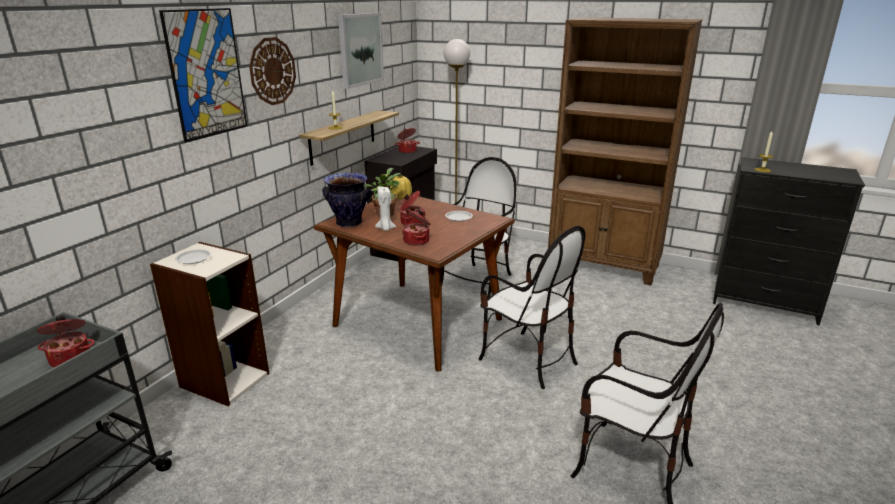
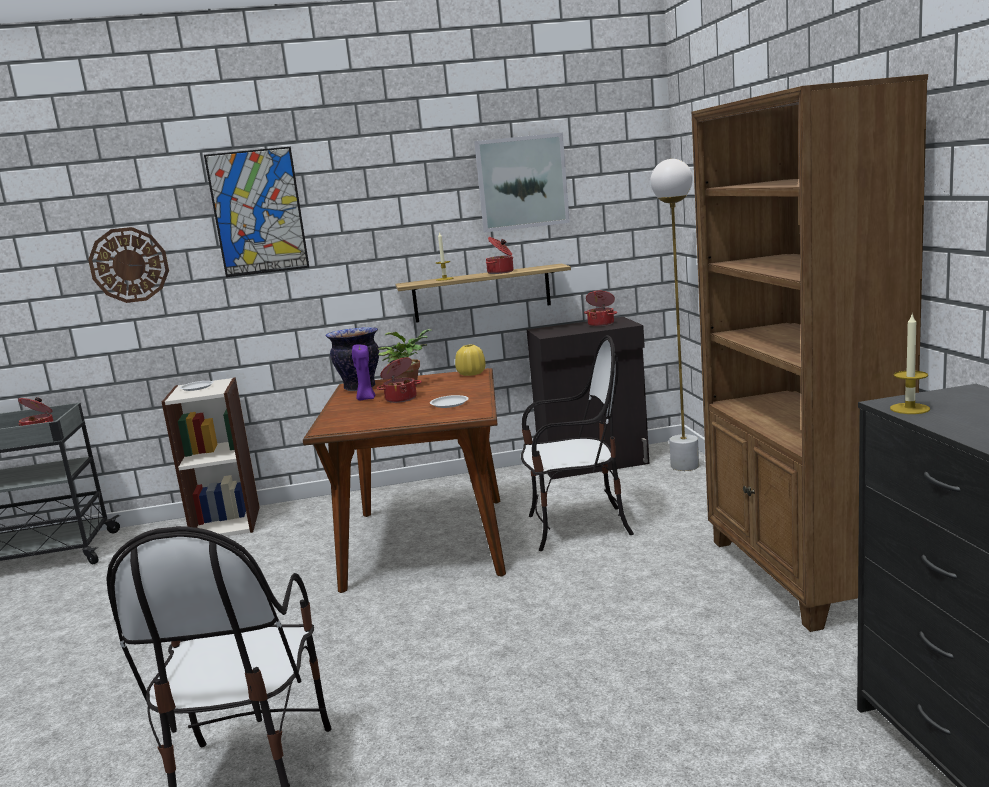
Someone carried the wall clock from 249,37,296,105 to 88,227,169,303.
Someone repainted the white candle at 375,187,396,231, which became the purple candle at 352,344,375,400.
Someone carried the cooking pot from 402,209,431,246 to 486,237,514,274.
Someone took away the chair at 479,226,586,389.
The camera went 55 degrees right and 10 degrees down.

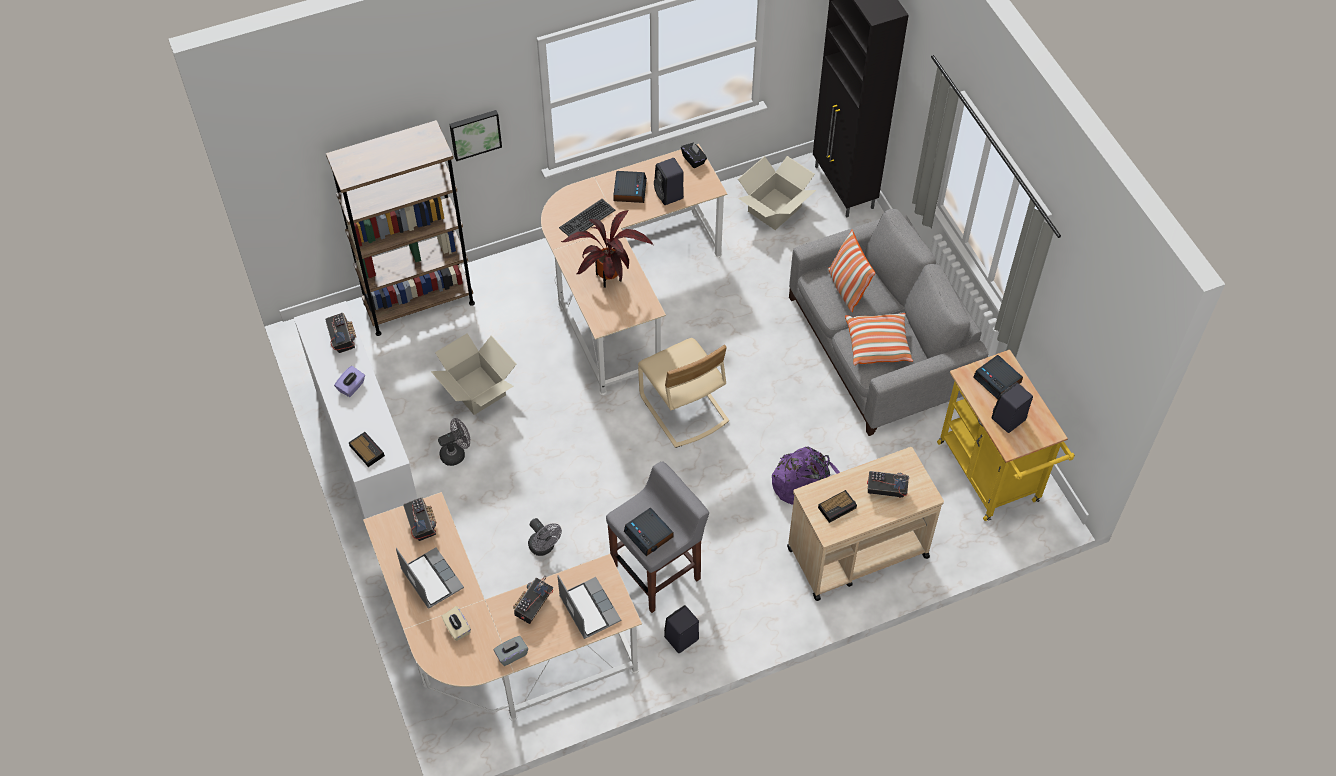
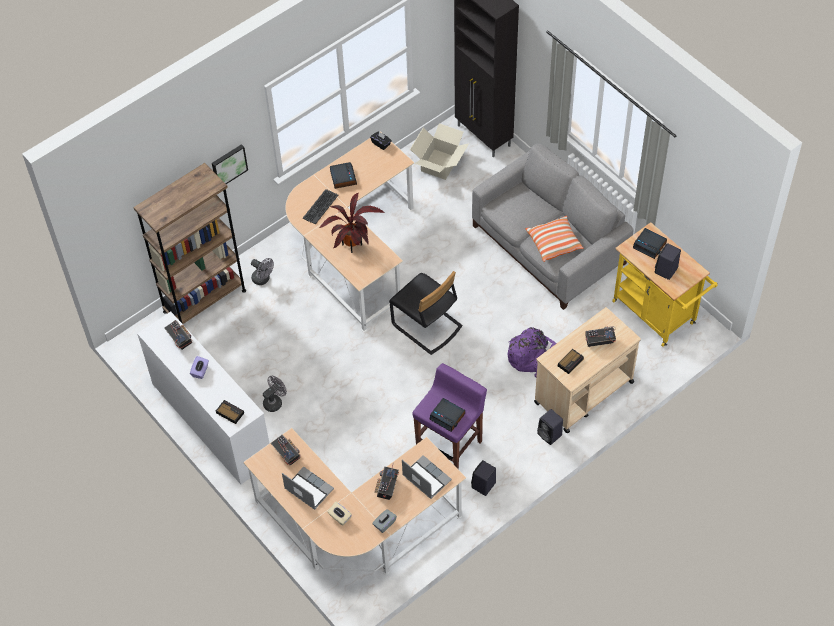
Someone carried the grey fan from 528,518,562,556 to 251,258,274,285.
Someone repainted the beige chair at 638,338,729,448, which became the black chair at 389,271,462,355.
Someone repainted the grey stool at 606,461,709,613, which became the purple stool at 412,363,487,470.
Someone carried the black speaker from 654,158,684,205 to 537,409,563,445.
Someone took away the cardboard box at 431,333,517,415.
Someone took away the pillow at 828,230,875,312.
The camera went 15 degrees left and 0 degrees up.

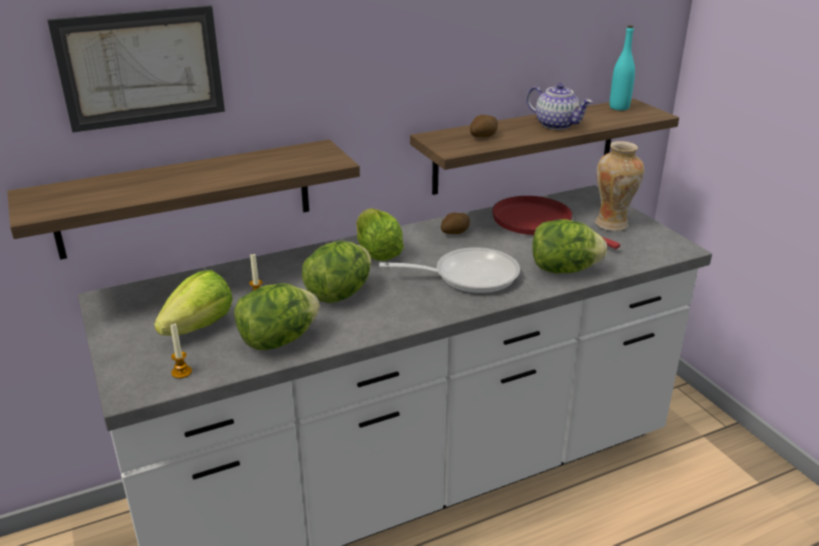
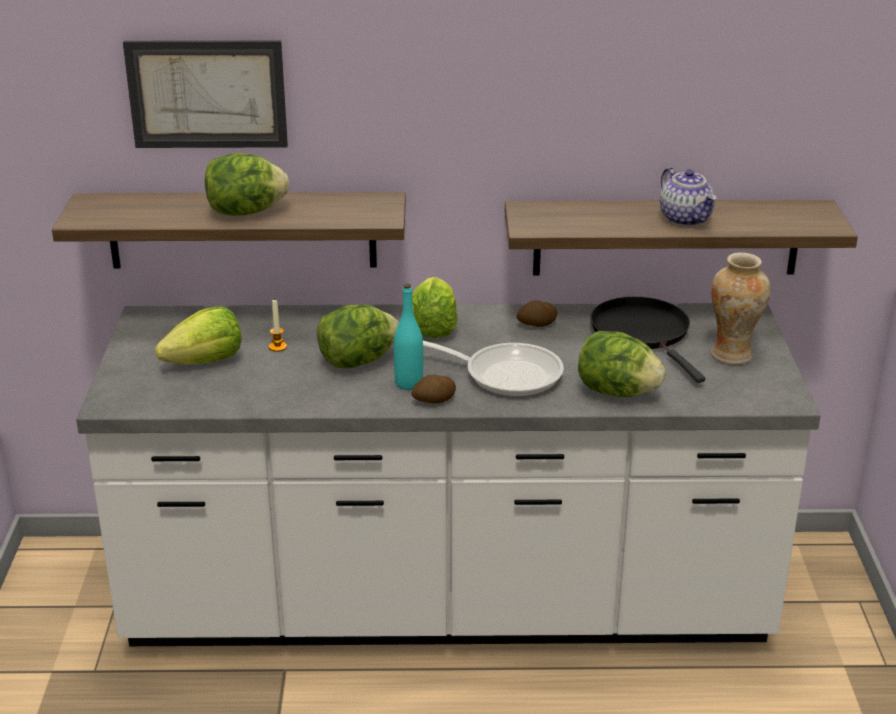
Someone carried the lettuce from 234,284,320,350 to 205,153,289,216.
Someone carried the turquoise bottle from 610,25,635,110 to 394,284,423,390.
Someone carried the potato from 470,115,498,137 to 411,374,456,404.
Someone repainted the red frying pan at 492,196,620,249, which became the black frying pan at 590,297,705,383.
Someone took away the candle at 170,323,192,378.
The camera went 25 degrees right and 0 degrees up.

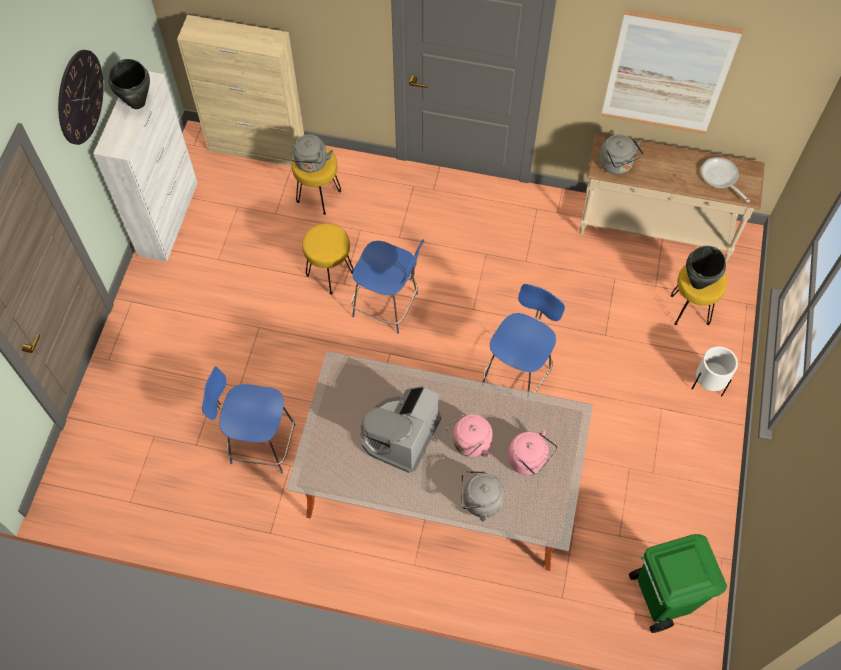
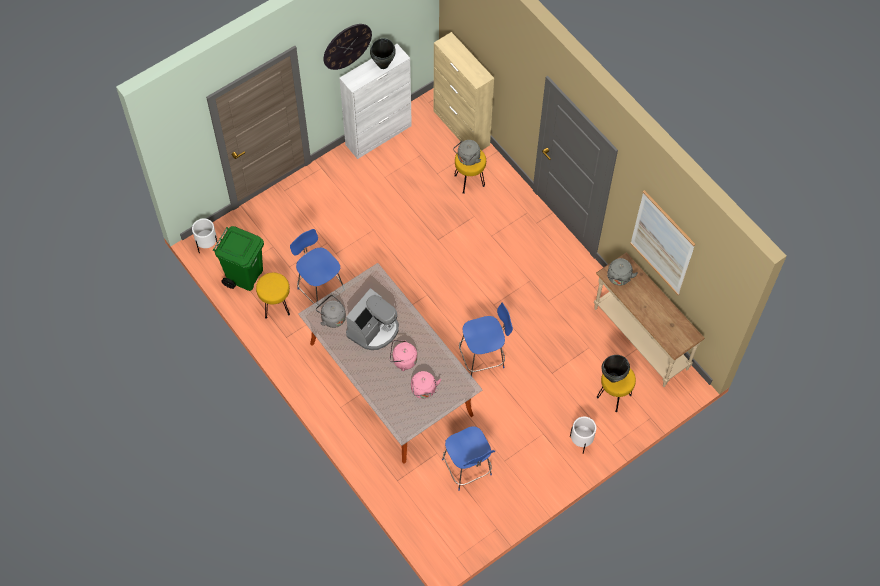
Someone put down the white planter at 192,218,218,253.
Someone carried the green trash can from 629,534,727,633 to 213,226,264,291.
Someone carried the yellow stool from 302,223,354,295 to 256,273,290,319.
Someone carried the grey kettle from 461,471,504,522 to 316,295,346,328.
Someone rotated the coffee machine at 360,386,441,473 by 150 degrees clockwise.
Someone carried the blue chair from 351,239,424,334 to 442,426,495,491.
Someone took away the frying pan at 701,157,750,202.
The camera went 40 degrees right and 0 degrees up.

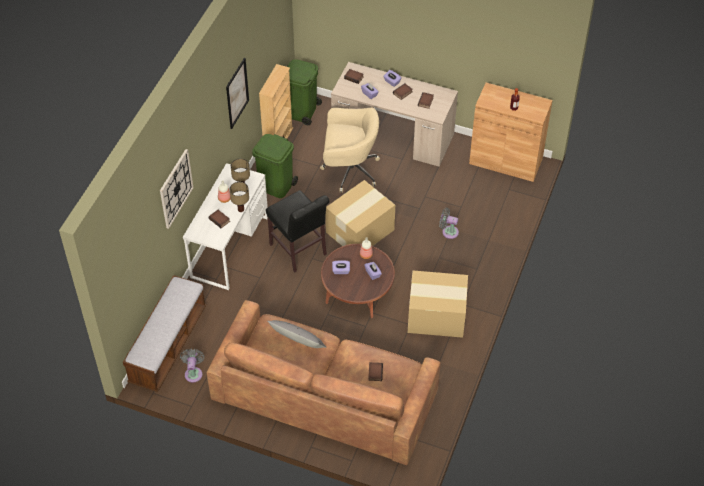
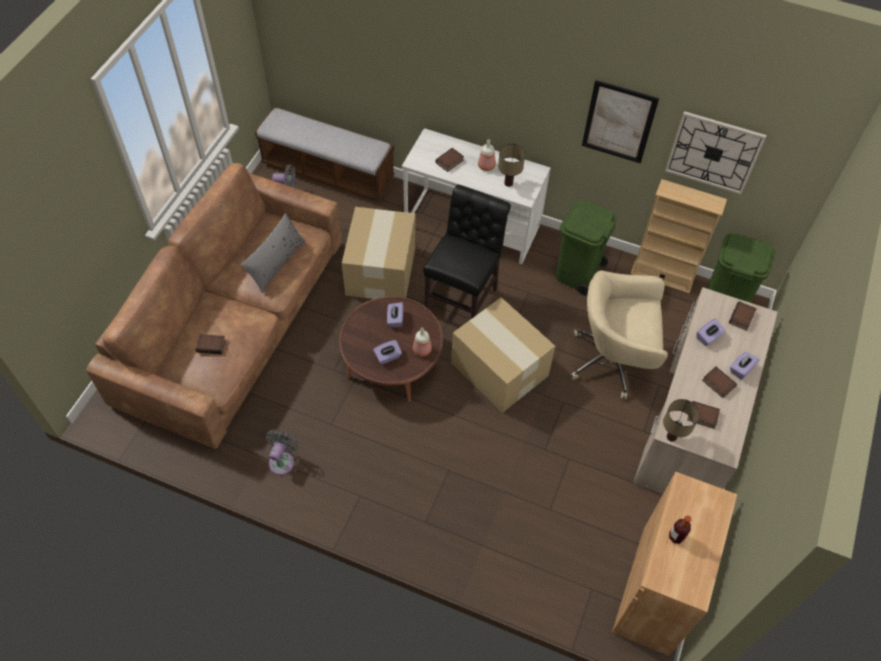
Someone carried the grey fan from 439,208,459,239 to 266,429,299,475.
Someone carried the cardboard box from 408,270,468,338 to 342,207,416,299.
Someone rotated the black chair at 266,190,329,272 by 150 degrees clockwise.
Someone rotated the beige office chair at 320,108,380,193 by 90 degrees clockwise.
Someone carried the table lamp from 230,182,249,212 to 663,399,700,442.
Someone carried the wall clock from 160,149,194,229 to 665,111,767,194.
The camera went 90 degrees right and 5 degrees up.

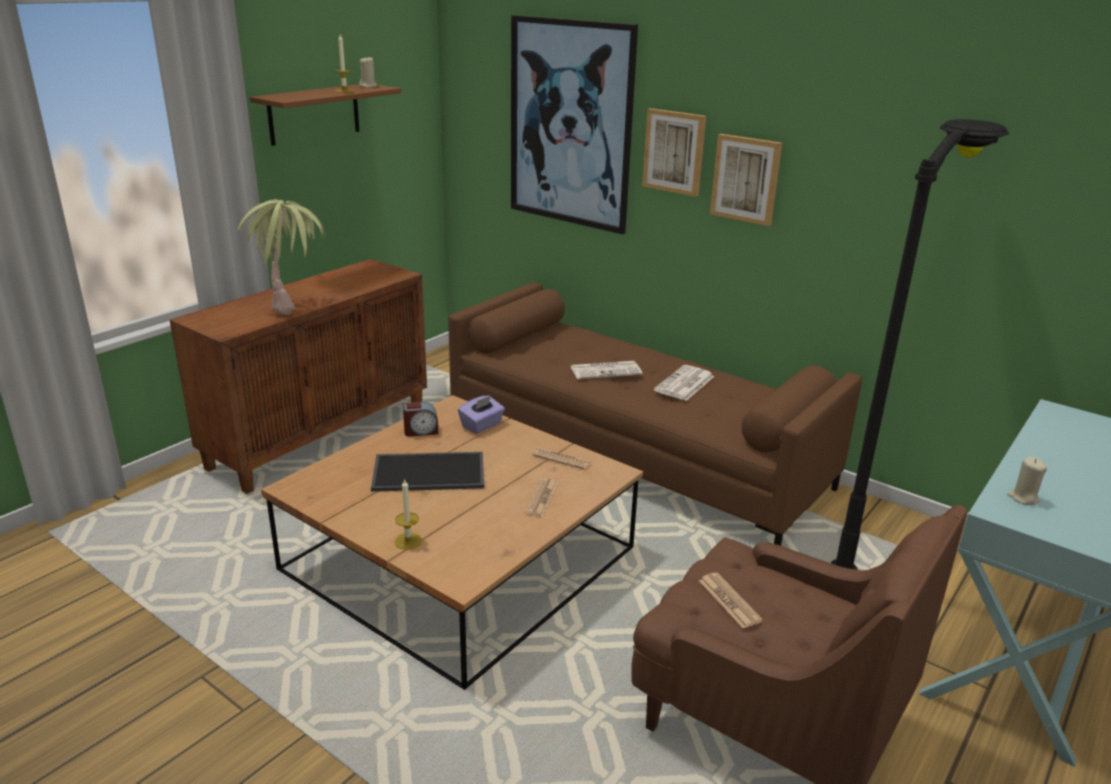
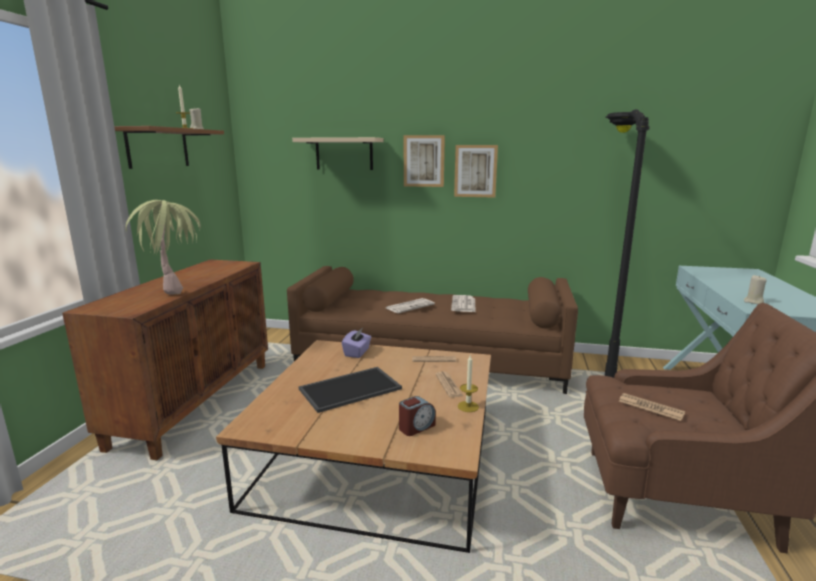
Someone swapped the picture at 511,15,638,234 for the beige shelf at 292,137,384,170.
Someone carried the alarm clock from 403,402,438,436 to 399,396,436,436.
Someone carried the candle from 395,480,422,550 to 458,355,479,412.
The camera went 25 degrees left and 10 degrees down.

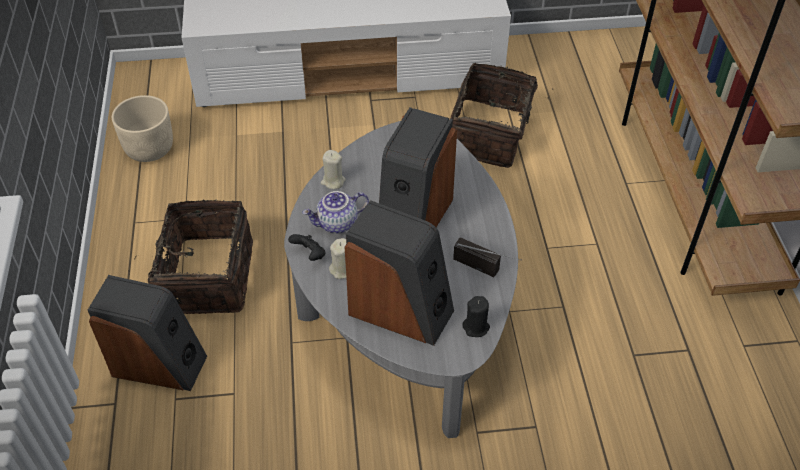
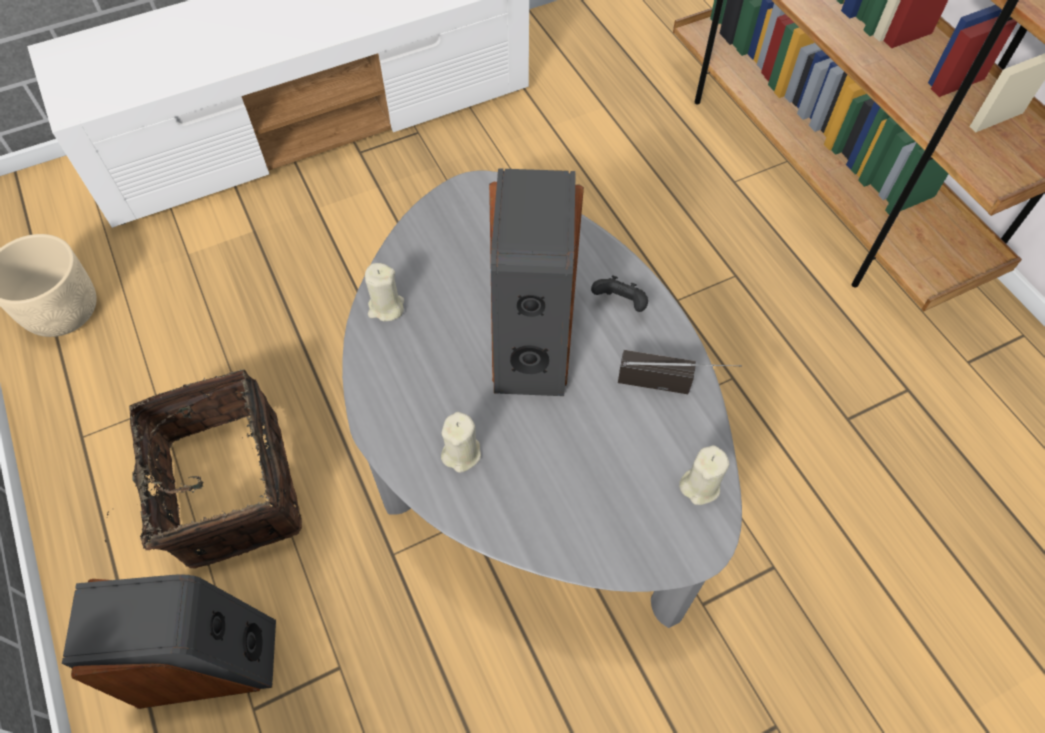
Someone carried the black game controller from 288,234,326,261 to 591,275,648,312.
Someone repainted the black candle at 462,296,490,337, which became the beige candle at 679,445,729,505.
Someone took away the teapot at 302,191,369,233.
Someone took away the speaker at 345,200,454,346.
Someone took away the basket at 451,62,553,168.
The camera went 20 degrees left and 10 degrees up.

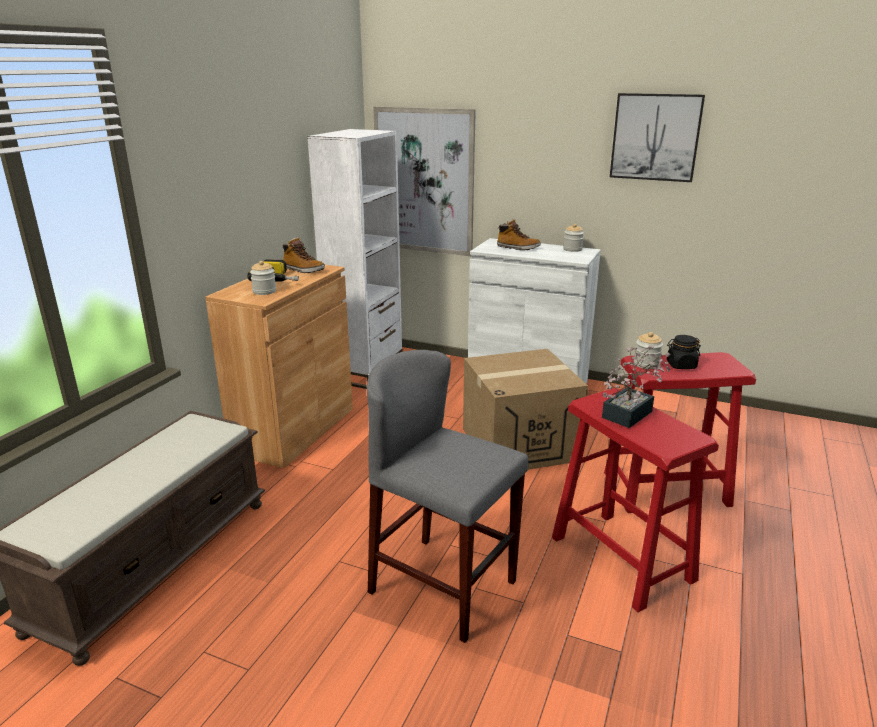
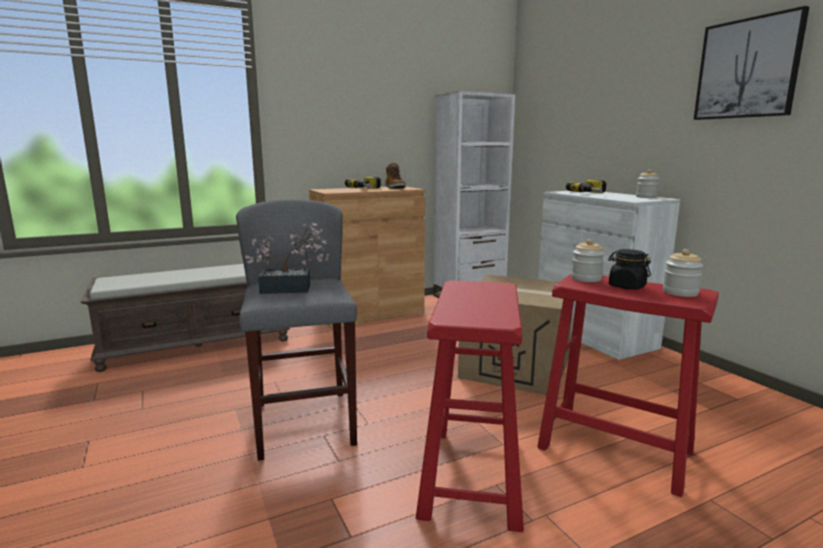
Someone carried the potted plant from 602,345,670,428 to 245,223,329,294.
Someone swapped the boot at 497,219,541,250 for the power drill at 566,180,606,193.
Someone carried the jar from 250,261,276,295 to 663,249,703,297.
Someone took away the picture at 373,107,476,256.
The camera went 40 degrees right and 10 degrees down.

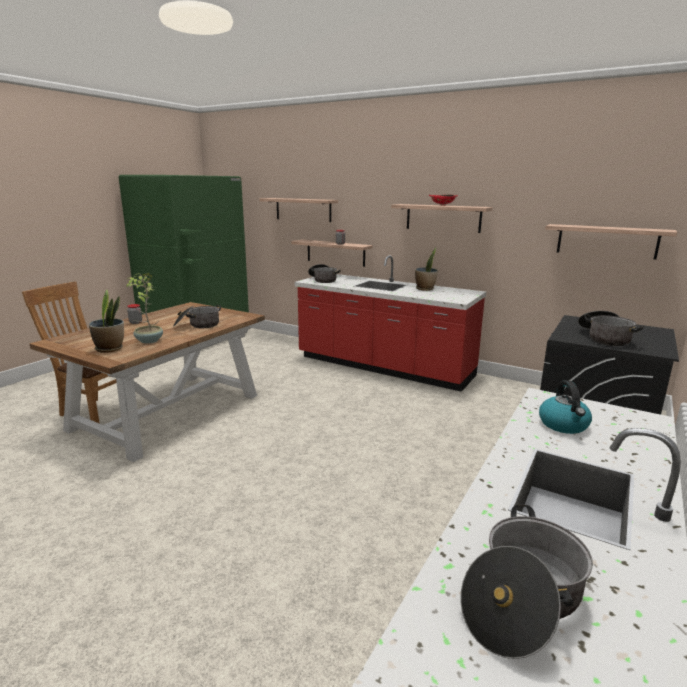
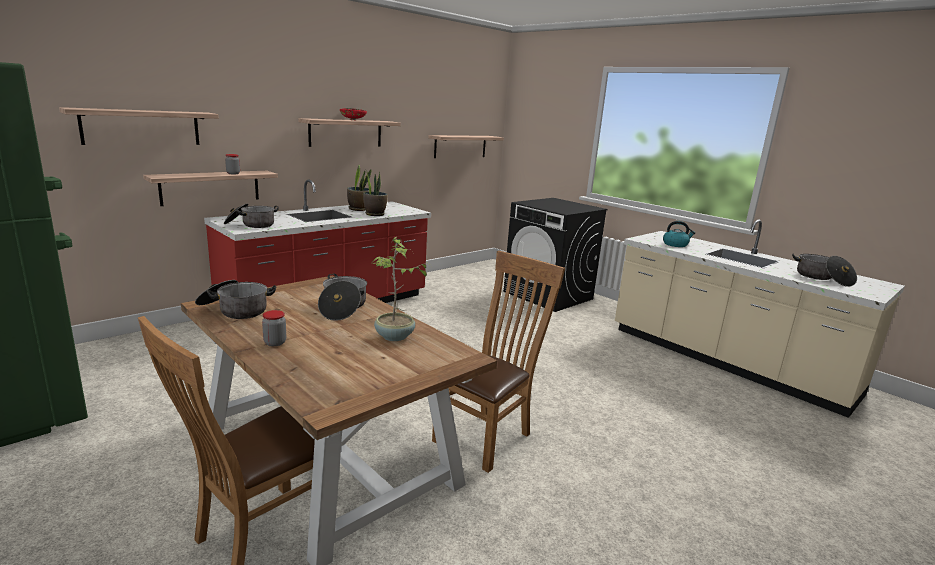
Someone carried the cooking pot from 578,311,644,346 to 195,280,276,319.
Someone carried the potted plant from 89,290,124,353 to 363,169,388,216.
Someone put down the brown chair at 432,251,565,473.
The camera went 75 degrees left and 0 degrees up.

